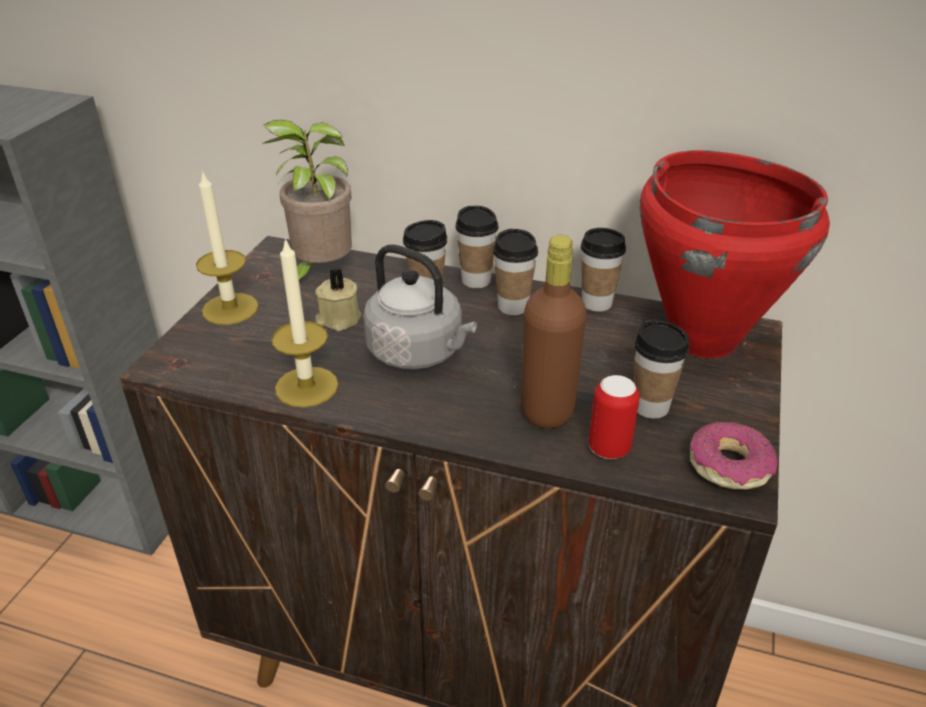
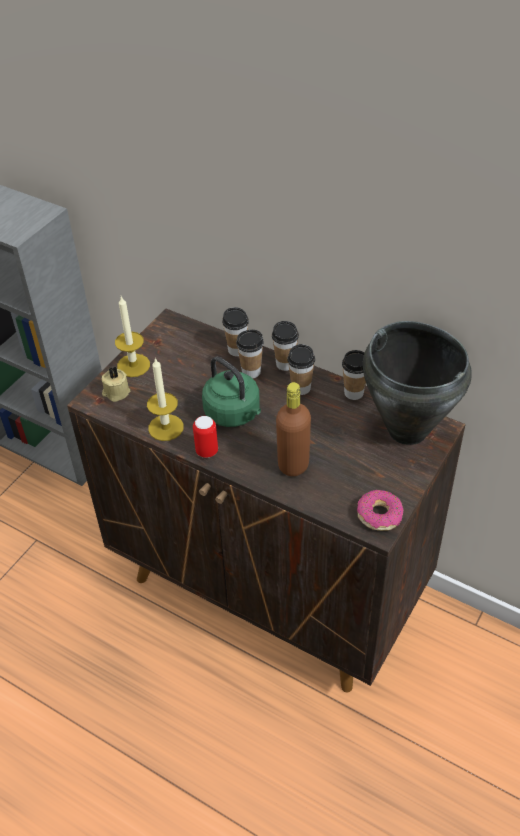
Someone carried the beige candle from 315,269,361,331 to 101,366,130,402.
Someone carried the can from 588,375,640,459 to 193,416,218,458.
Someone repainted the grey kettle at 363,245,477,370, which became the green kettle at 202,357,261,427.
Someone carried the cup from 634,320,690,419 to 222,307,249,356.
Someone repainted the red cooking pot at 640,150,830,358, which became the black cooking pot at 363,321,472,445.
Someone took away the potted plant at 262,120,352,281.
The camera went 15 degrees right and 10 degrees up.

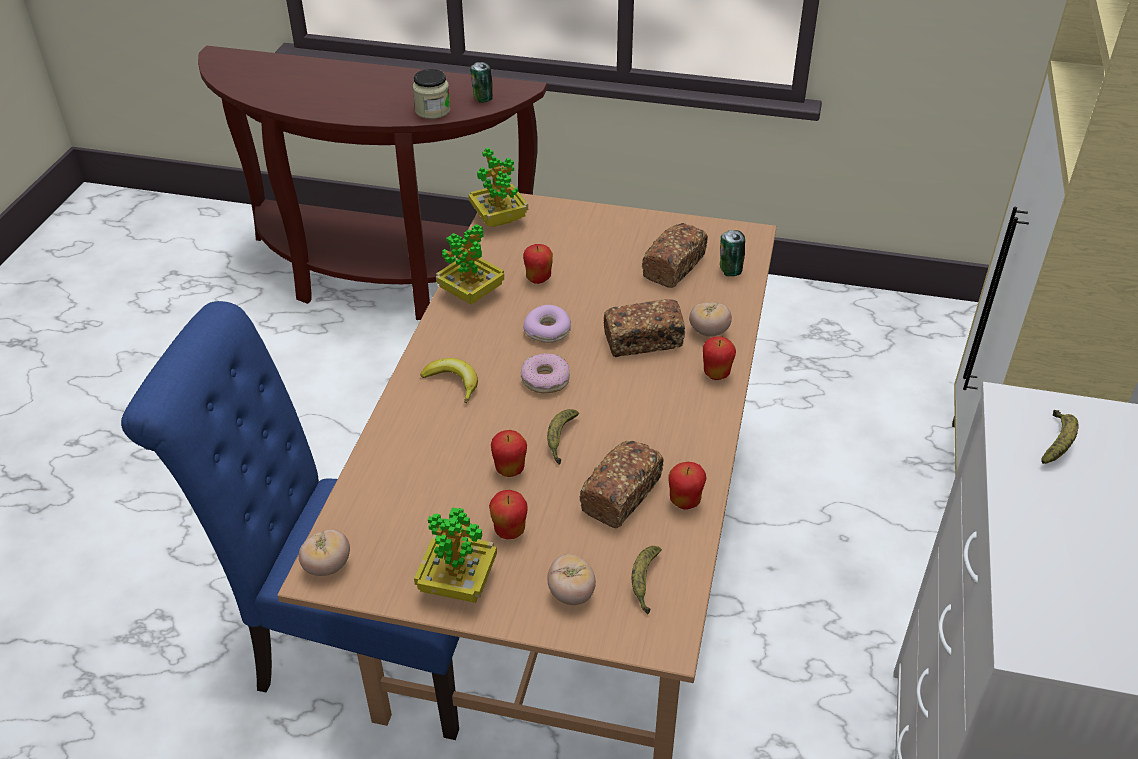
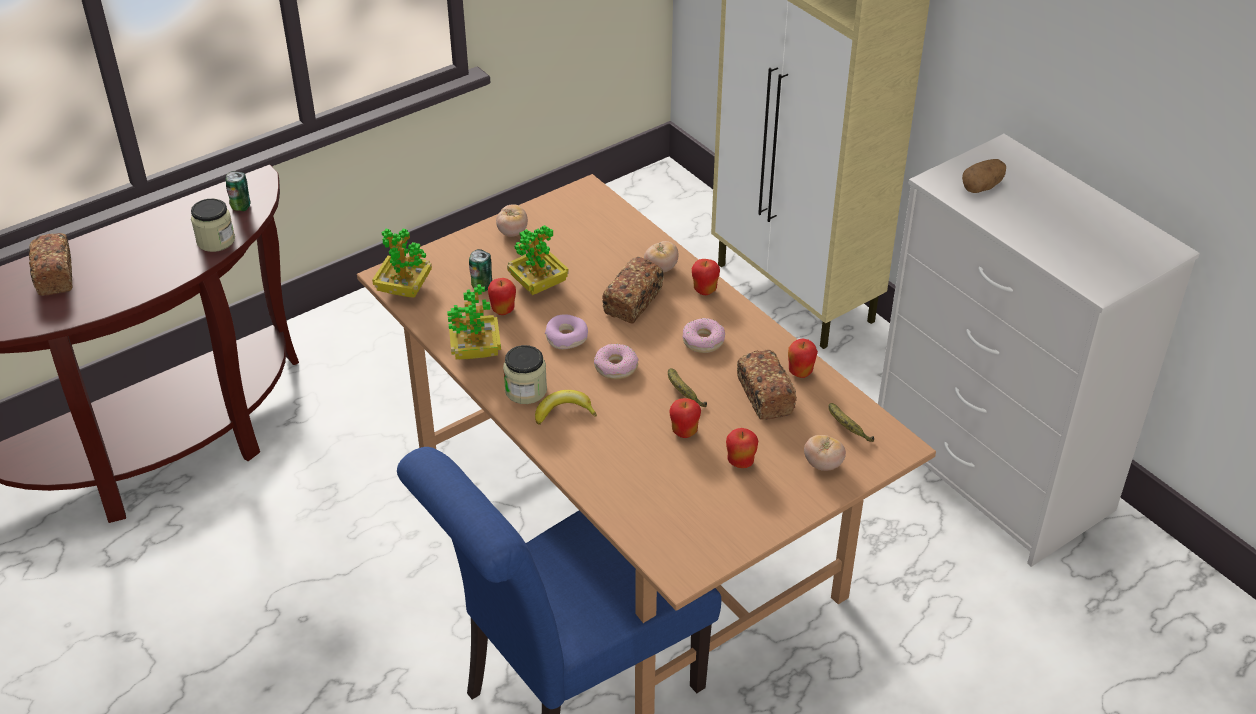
Someone carried the bread from 642,223,708,288 to 29,233,72,296.
Someone carried the can from 720,230,745,276 to 469,249,492,291.
Someone carried the tomato from 299,529,350,576 to 496,204,528,237.
Someone put down the jar at 503,345,547,404.
Someone carried the potted plant from 414,507,497,603 to 507,225,569,295.
Someone put down the donut at 683,318,725,353.
Someone swapped the banana at 1041,410,1078,464 for the potato at 962,159,1006,193.
The camera went 50 degrees left and 0 degrees up.

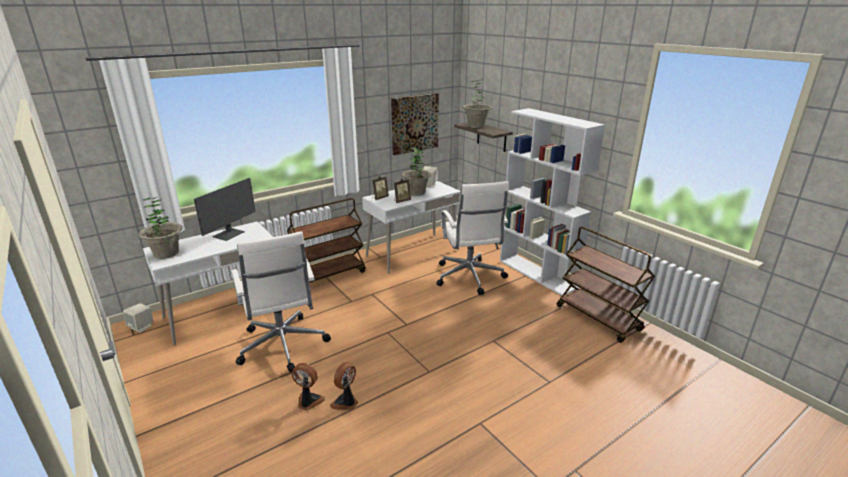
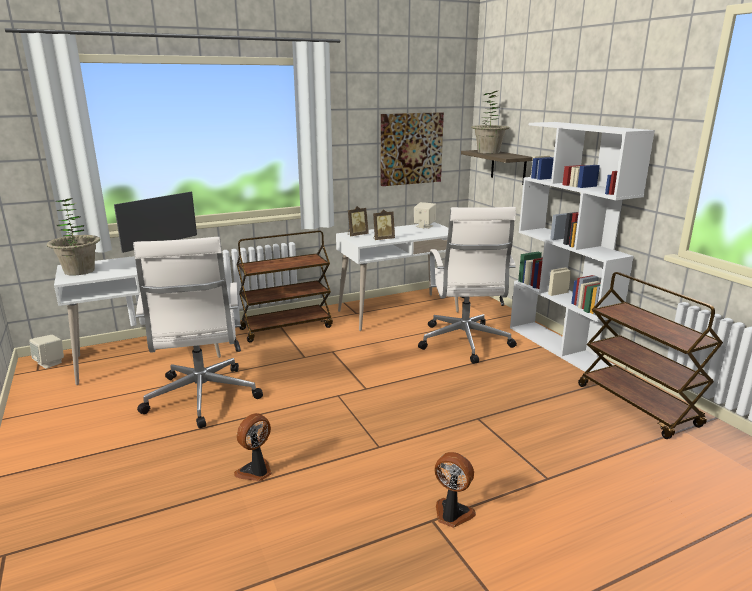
Someone carried the fan from 292,363,325,411 to 434,452,476,528.
Someone took away the potted plant at 402,147,431,196.
The camera went 10 degrees right and 5 degrees down.

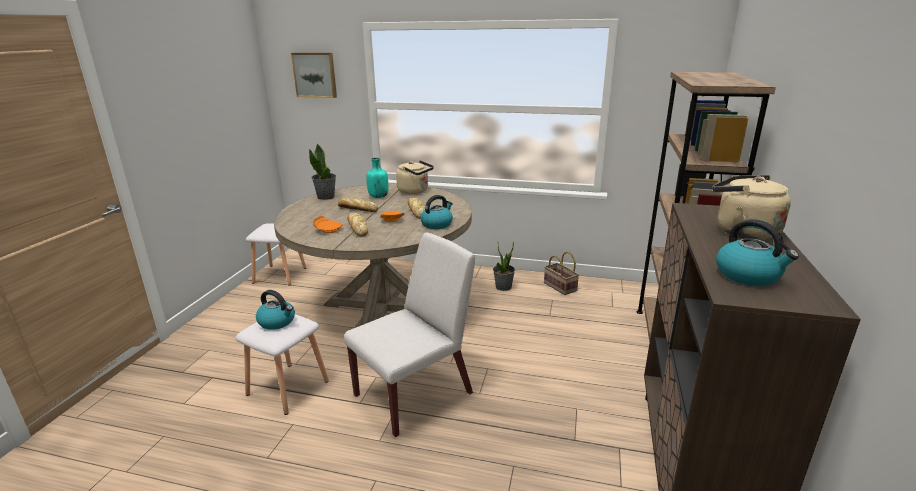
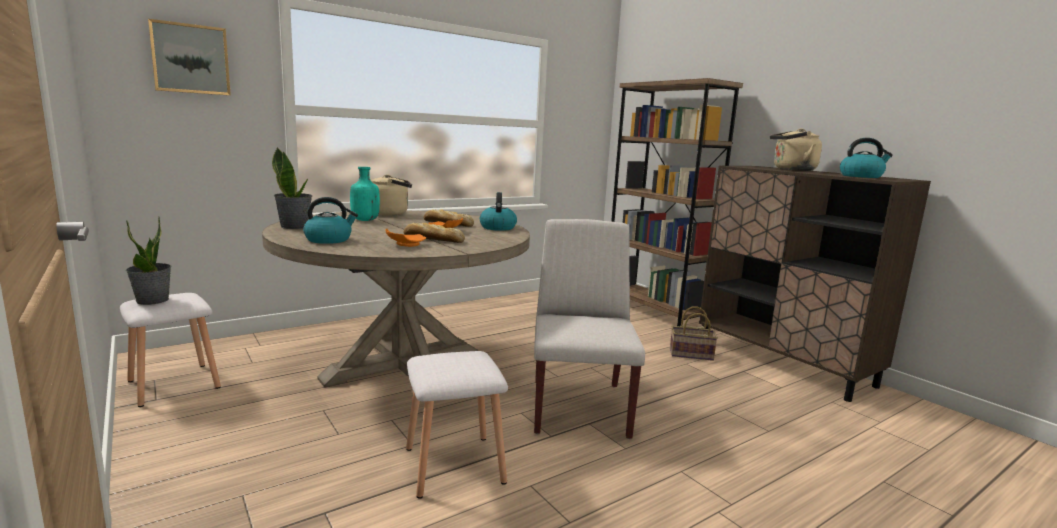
Someone carried the potted plant from 493,241,515,291 to 126,217,171,305.
Someone carried the kettle from 256,290,295,330 to 303,197,358,244.
Someone carried the basket from 544,252,579,295 to 670,306,718,361.
Someone took away the bread at 338,198,378,212.
The camera went 50 degrees left and 10 degrees down.

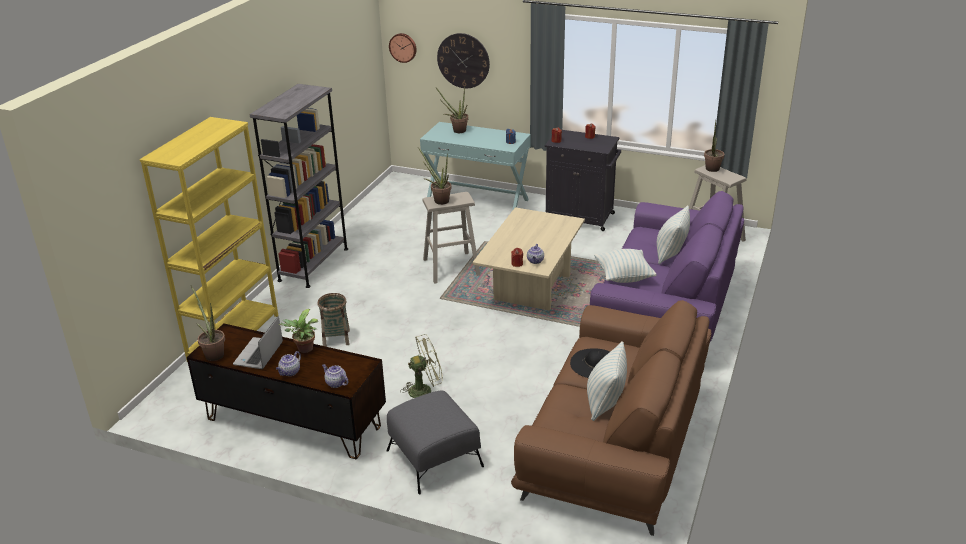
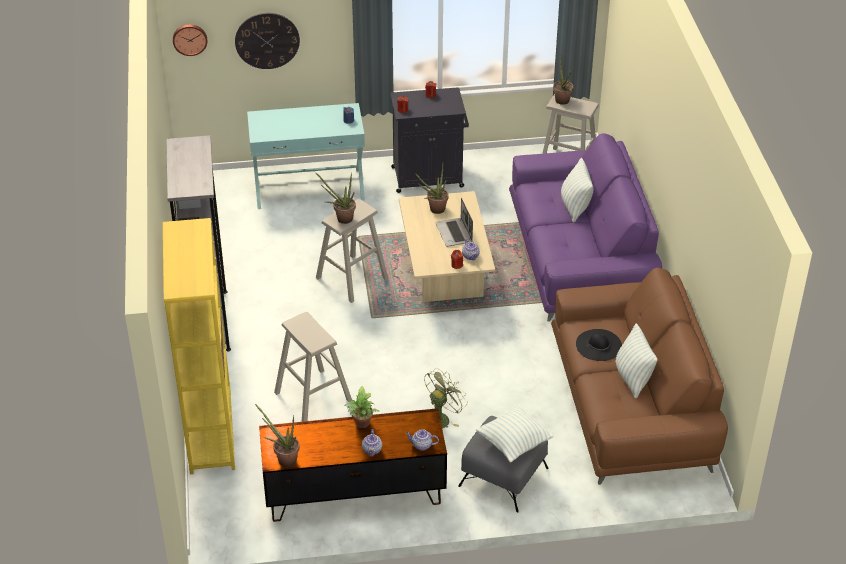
Someone swapped the basket at 317,293,350,346 for the beige stool at 274,312,352,422.
Someone carried the potted plant from 436,86,468,133 to 415,164,449,214.
Someone carried the laptop from 233,316,283,369 to 435,198,473,247.
Someone carried the pillow from 594,249,657,283 to 476,405,554,462.
The camera went 30 degrees left and 10 degrees up.

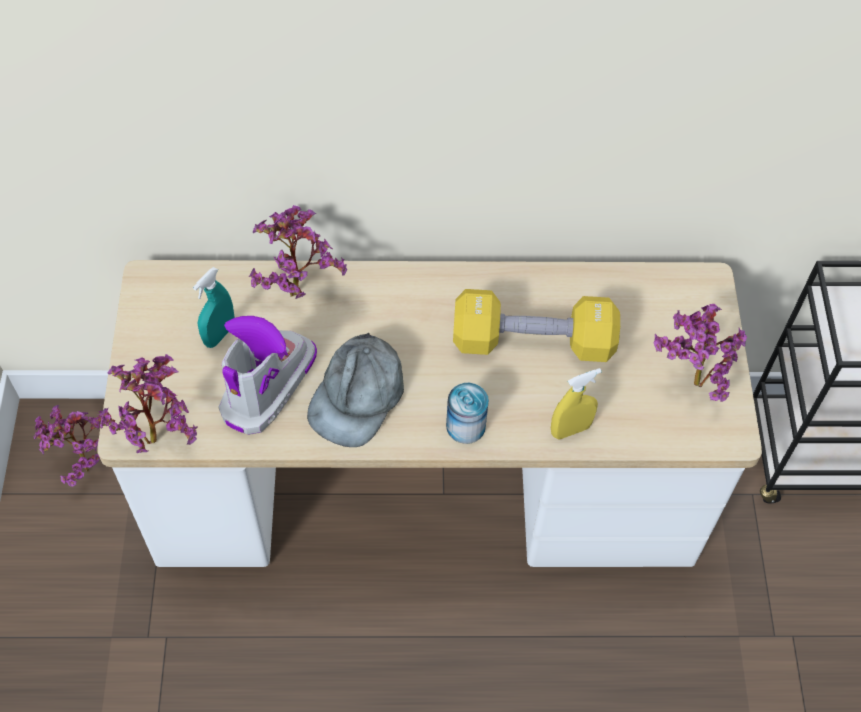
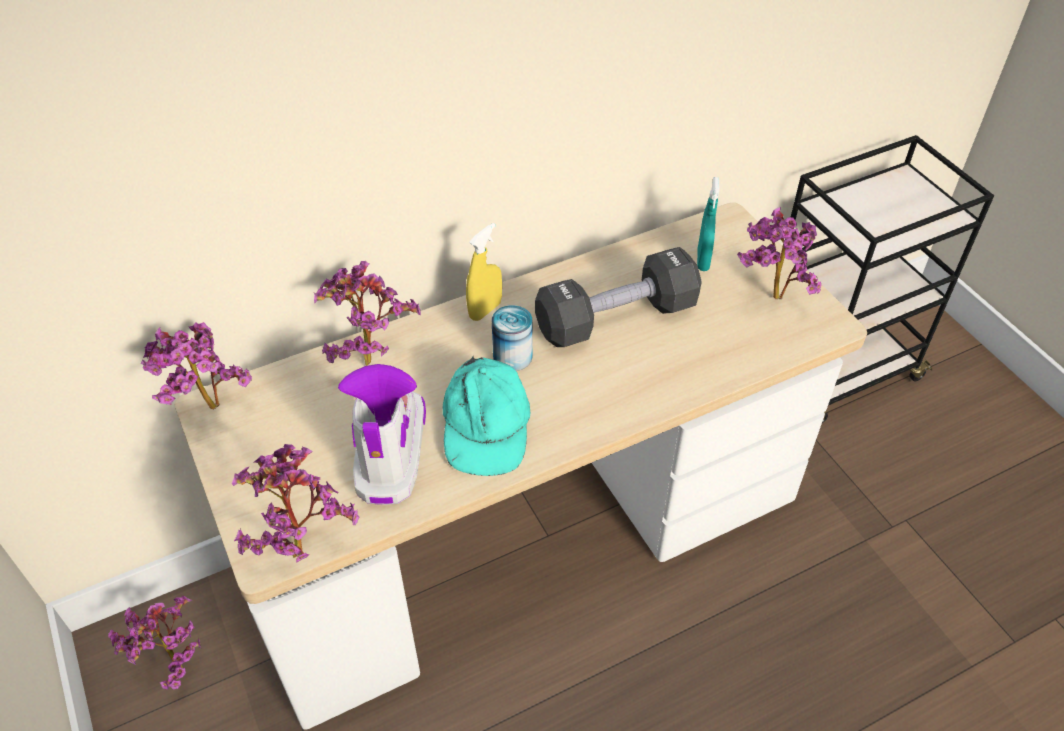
Someone put down the potted plant at 141,322,252,410.
Someone repainted the grey cap at 307,332,404,447, which became the turquoise cap at 443,356,530,476.
Someone carried the yellow spray bottle from 551,368,602,440 to 466,223,502,321.
Someone carried the can from 446,383,489,444 to 492,305,532,371.
Someone repainted the yellow dumbbell at 453,289,620,362, which became the black dumbbell at 535,247,702,347.
Someone carried the turquoise spray bottle from 193,267,235,348 to 697,177,719,271.
The camera went 25 degrees left and 10 degrees down.

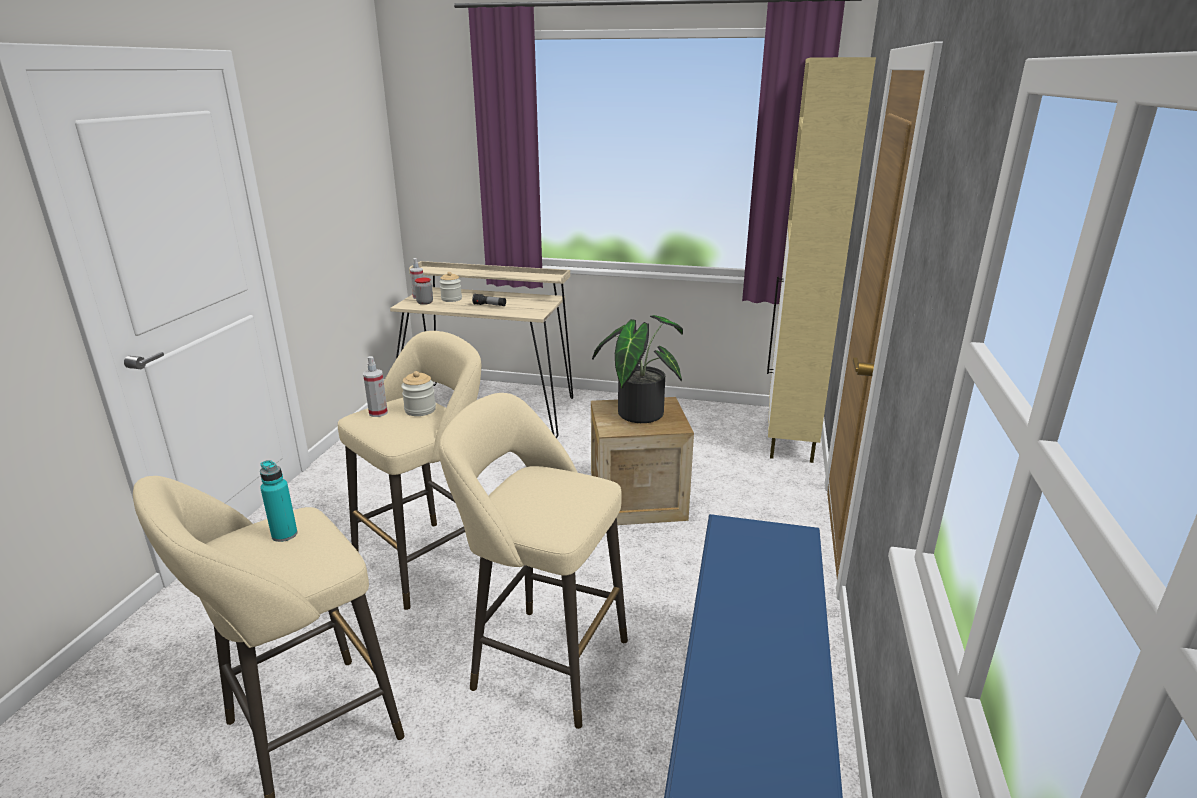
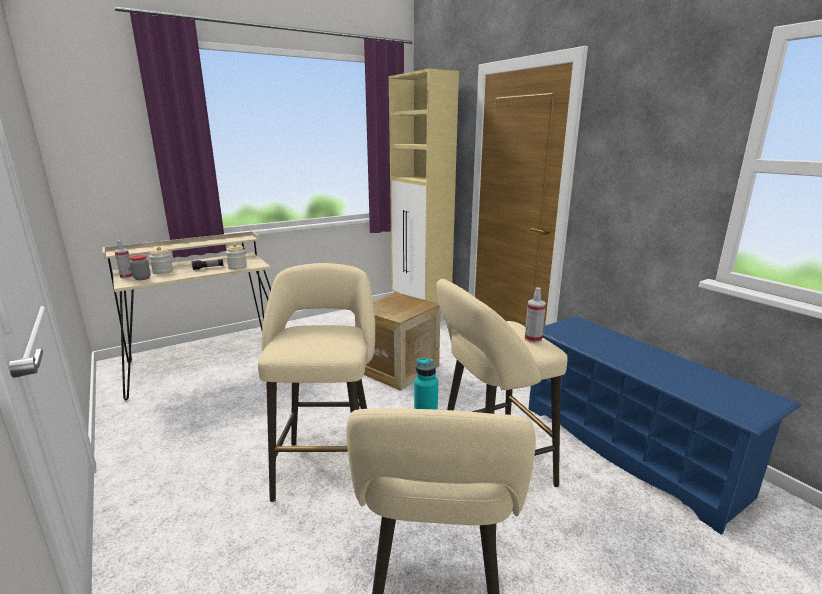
Someone carried the jar from 401,371,436,416 to 226,243,247,270.
Someone carried the spray bottle from 363,356,388,417 to 525,287,546,343.
Someone took away the potted plant at 592,315,683,423.
The camera went 45 degrees left and 5 degrees down.

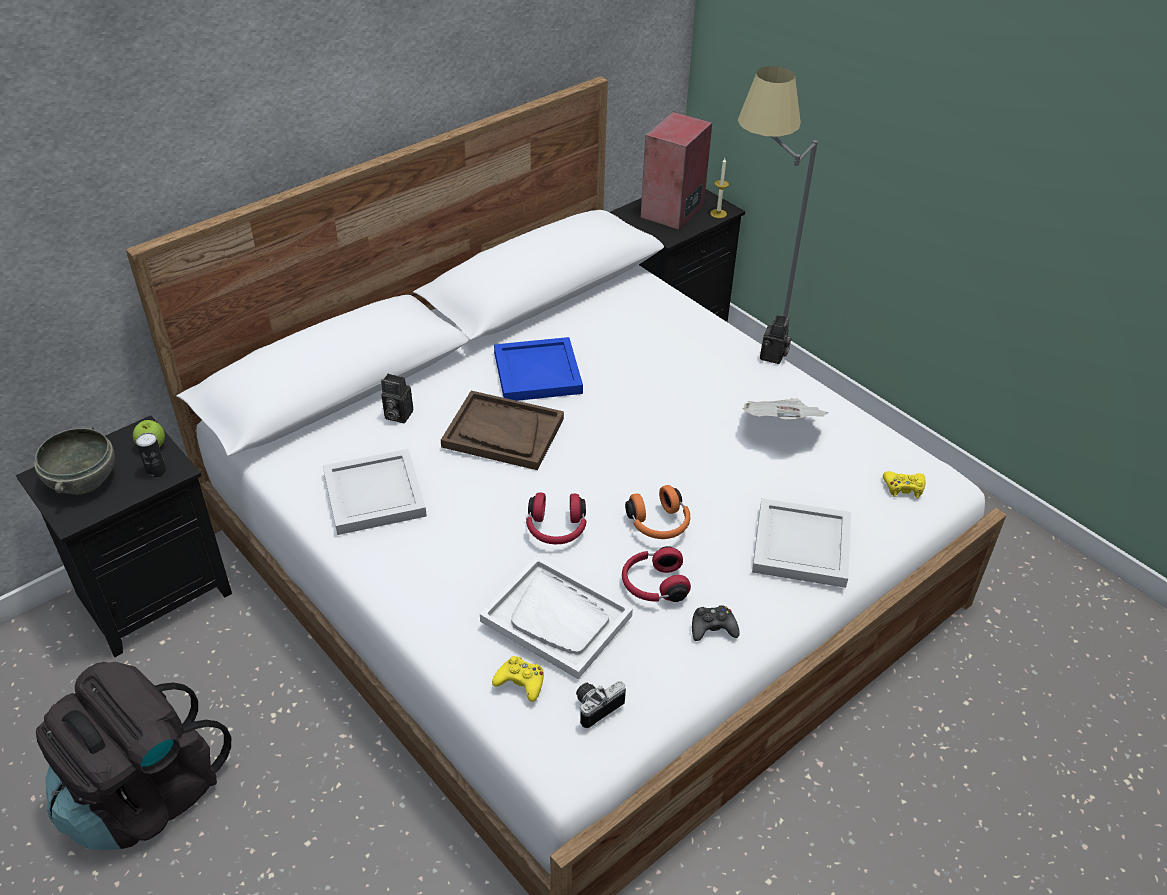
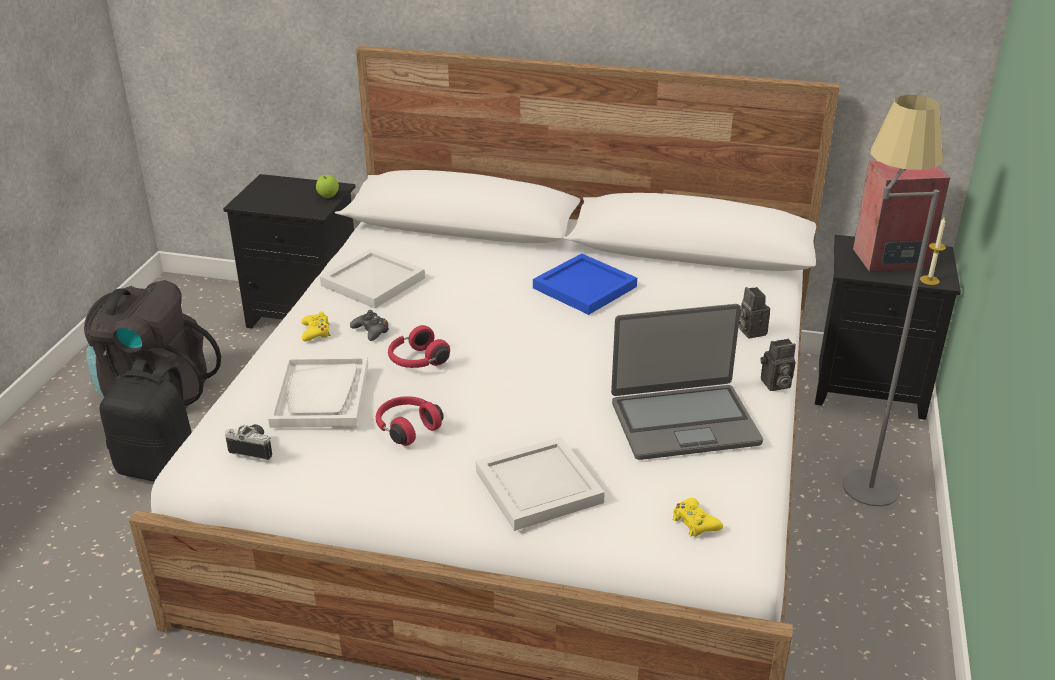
Someone put down the black backpack at 99,360,192,482.
Someone carried the yellow game controller from 492,656,544,702 to 301,312,330,341.
Someone carried the black game controller from 692,605,740,641 to 350,310,389,341.
Someone swapped the newspaper at 743,398,828,419 for the laptop at 611,304,763,460.
Someone carried the photo camera from 381,374,413,423 to 739,287,770,338.
Someone took away the grey bowl at 34,426,115,495.
Someone took away the can at 136,433,166,478.
Someone took away the brown tray at 441,391,564,470.
Someone took away the orange headphones at 625,485,690,539.
The camera went 55 degrees right and 10 degrees down.

